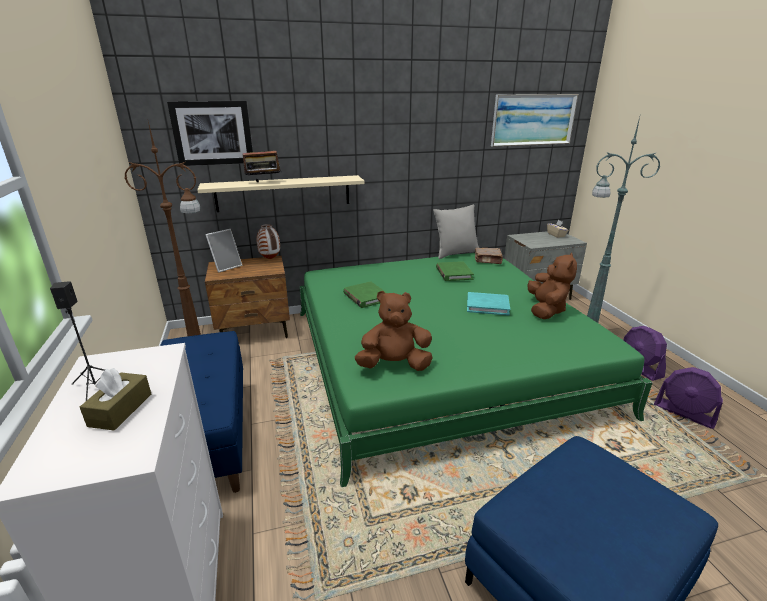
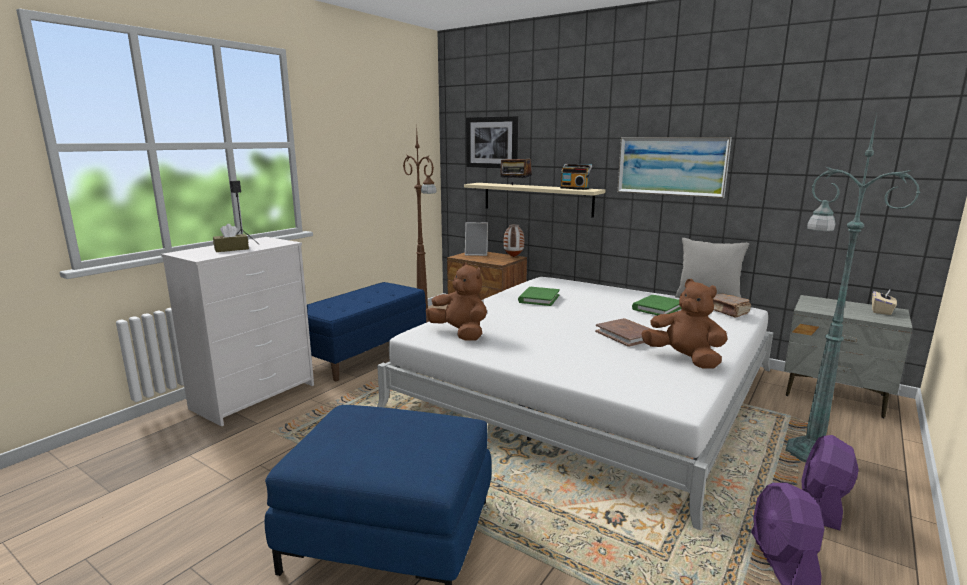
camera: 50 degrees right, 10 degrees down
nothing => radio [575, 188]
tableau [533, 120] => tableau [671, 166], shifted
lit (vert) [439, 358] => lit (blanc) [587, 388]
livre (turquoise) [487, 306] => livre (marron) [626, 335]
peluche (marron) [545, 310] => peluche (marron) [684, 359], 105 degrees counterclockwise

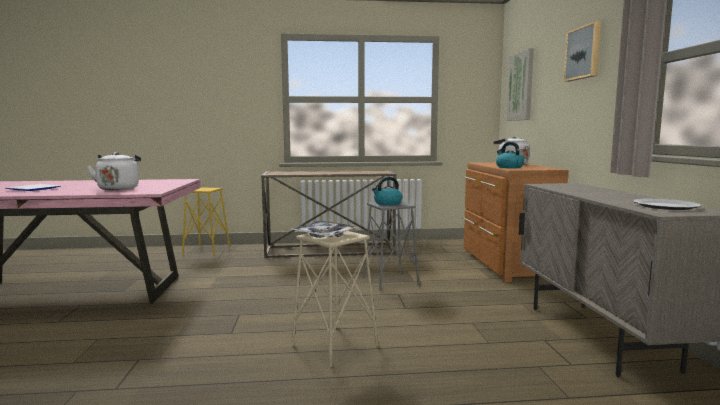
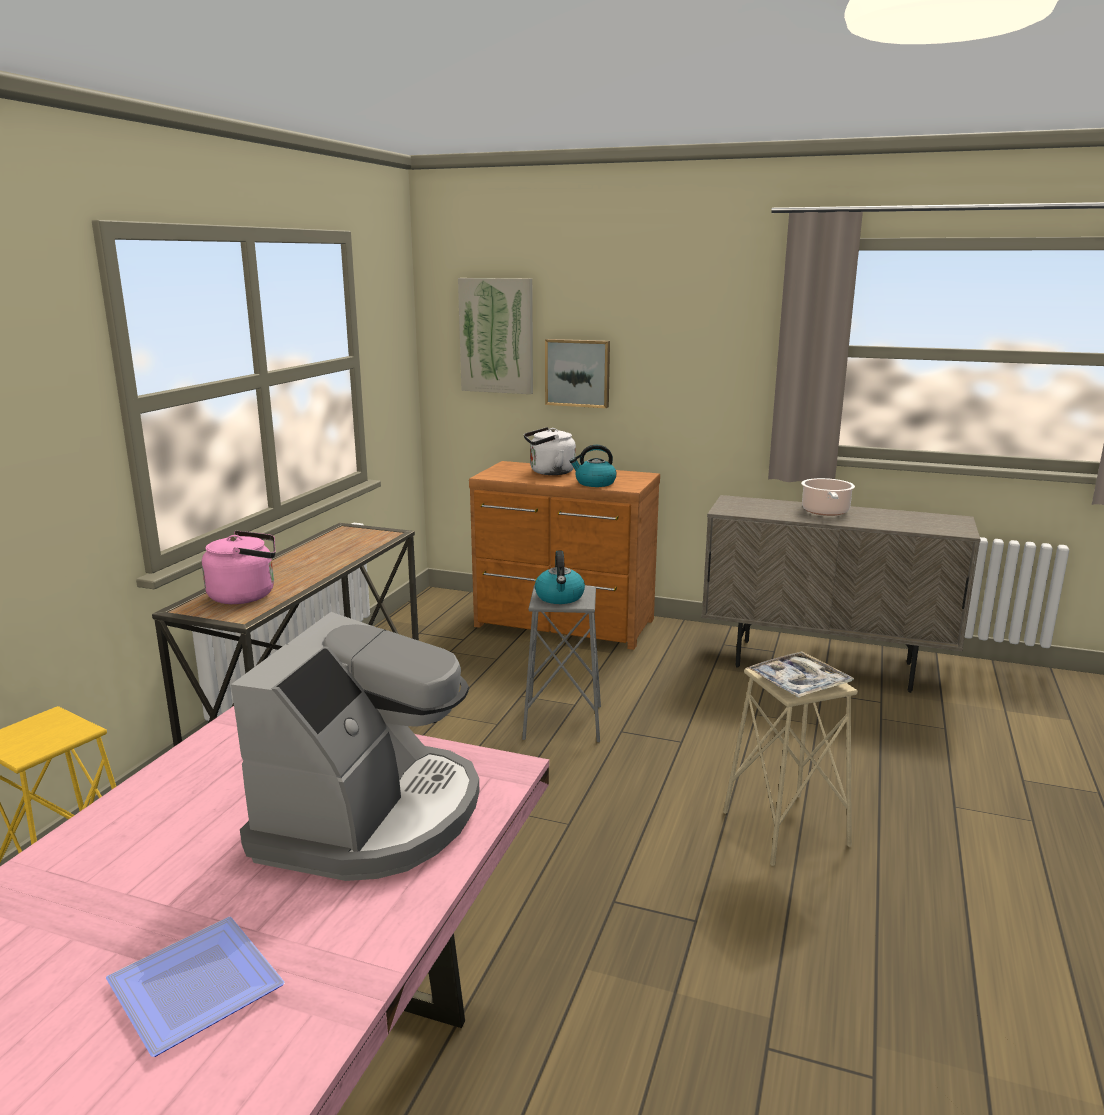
camera: 65 degrees left, 10 degrees up
assiette [666, 206] => nothing
nothing => bouilloire (rose) [246, 595]
nothing => marmite [825, 512]
tableau [584, 53] => tableau [578, 372], shifted
bouilloire (blanc) [119, 188] => machine à café [371, 816]

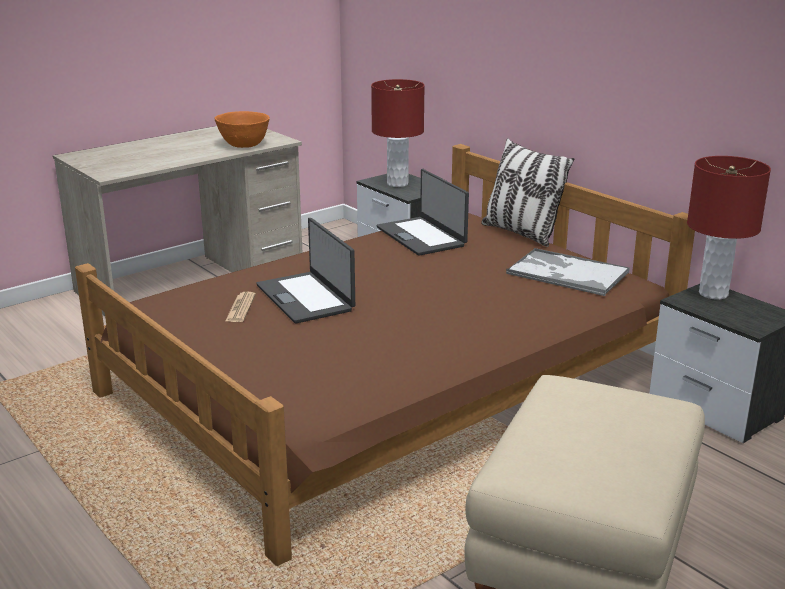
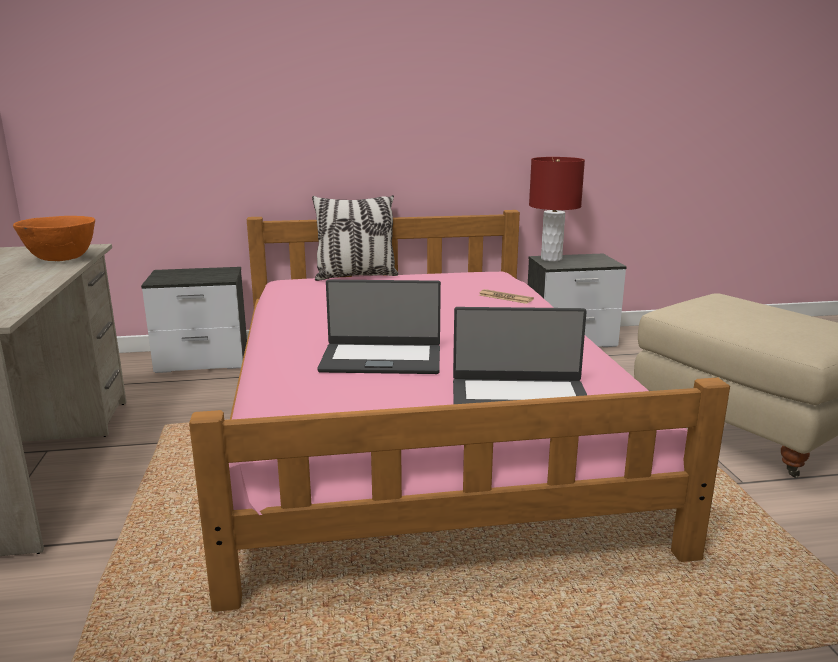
camera: 60 degrees left, 5 degrees down
lampe de table (rouge) [397, 183] => nothing
plateau [566, 273] => nothing
journal [240, 308] => journal [505, 297], shifted
ordinateur portable [422, 236] => ordinateur portable [519, 398], shifted
lit (marron) [390, 382] => lit (rose) [417, 424]

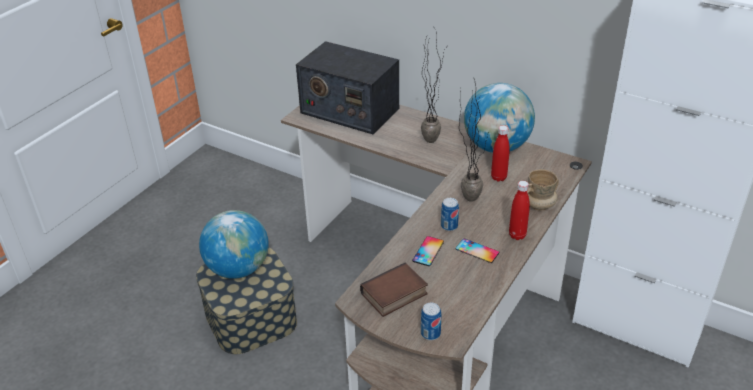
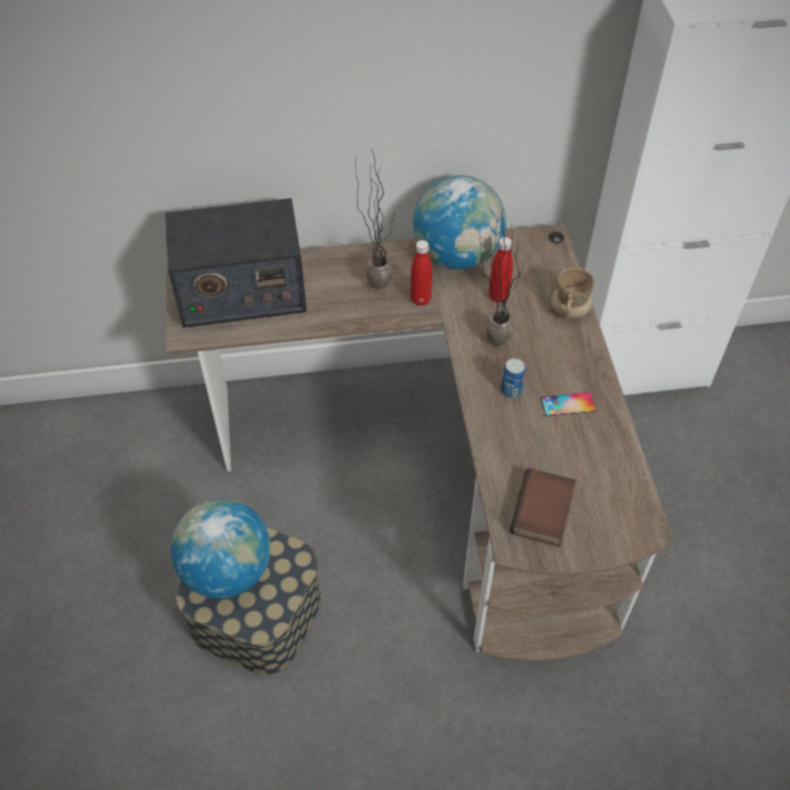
camera: 40 degrees left, 15 degrees up
téléphone [428, 251] => nothing
boîte métallique [430, 333] => nothing
bouteille (rouge) [517, 235] => bouteille (rouge) [420, 299], shifted

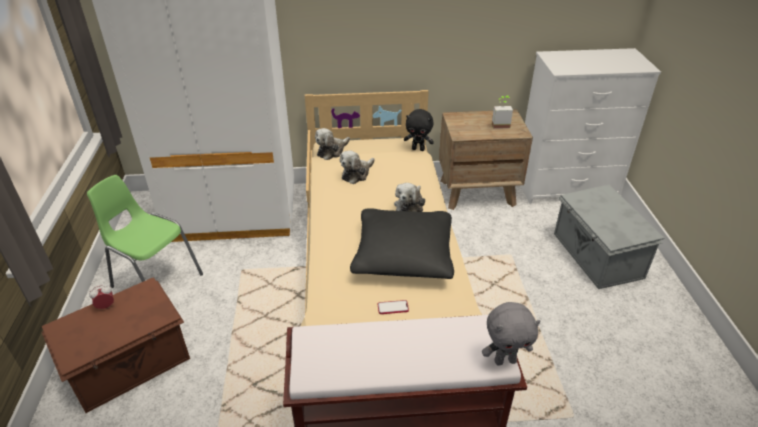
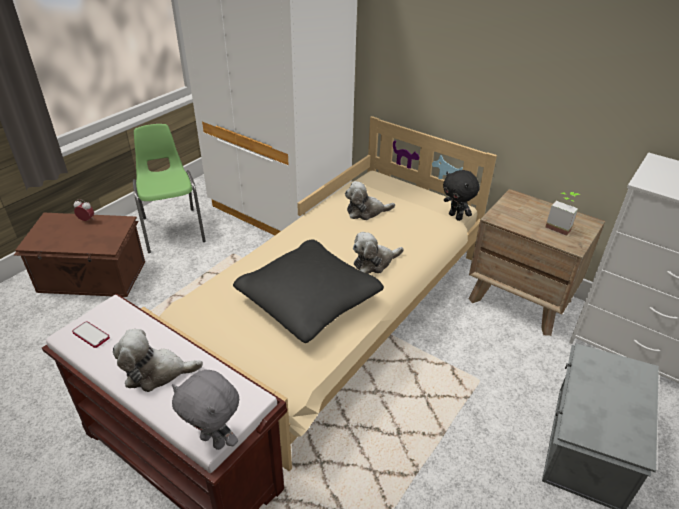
camera: 40 degrees right, 0 degrees up
peluche [332, 151] => peluche [156, 372], shifted
téléphone [393, 308] => téléphone [91, 335], shifted

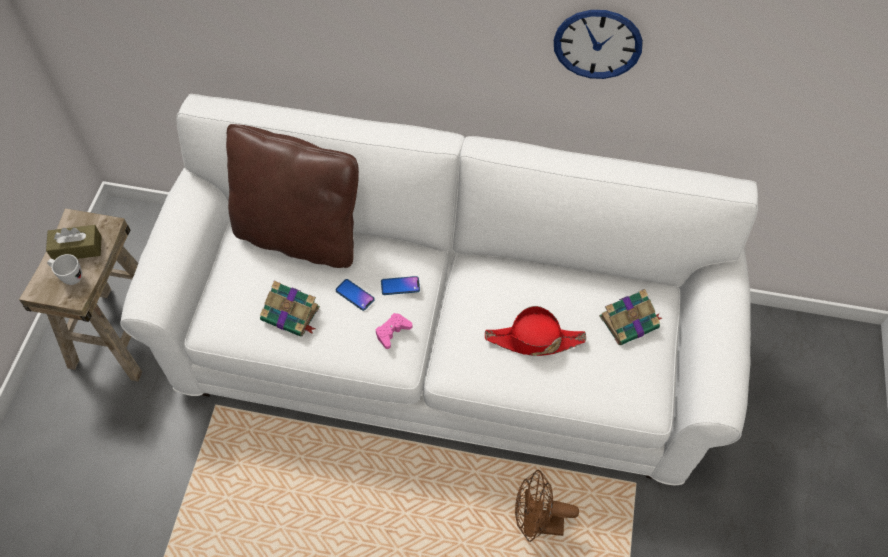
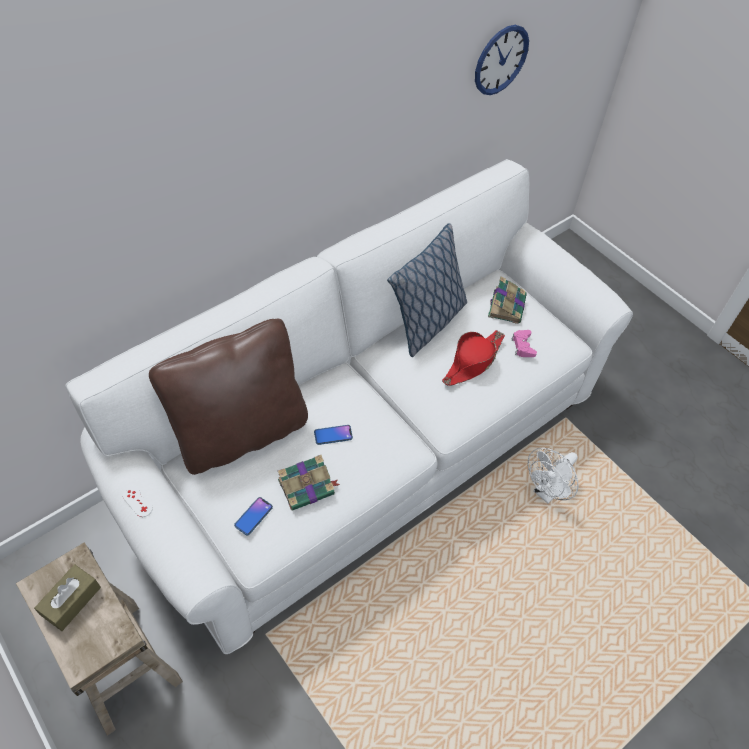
camera: 50 degrees left, 5 degrees down
mug (blanc) [69, 277] => nothing
nothing => manette (blanc) [137, 502]
nothing => coussin [427, 323]
manette (rose) [392, 332] => manette (rose) [523, 346], shifted
téléphone [400, 286] => téléphone [253, 516], shifted
horloge murale [597, 44] => horloge murale [501, 60], shifted
ventilateur (marron) [536, 523] => ventilateur (blanc) [547, 492]

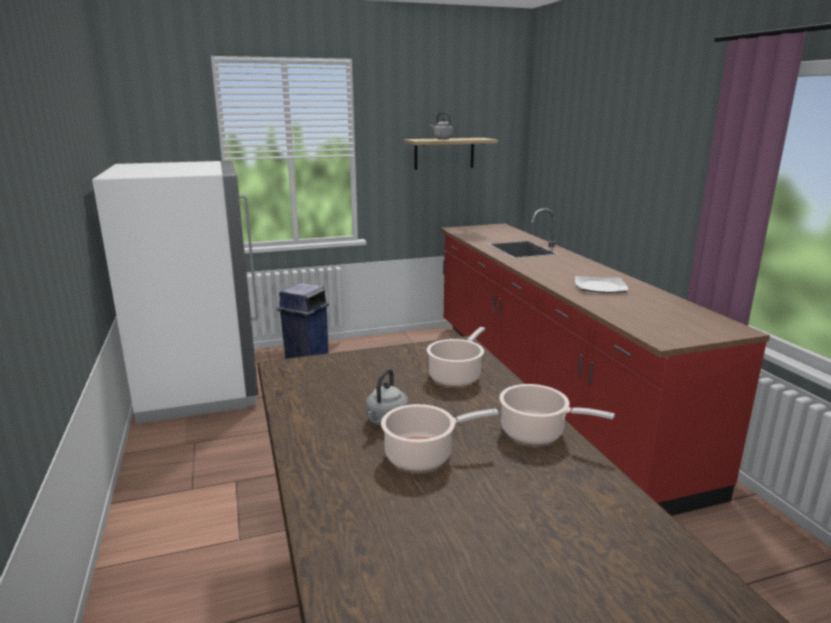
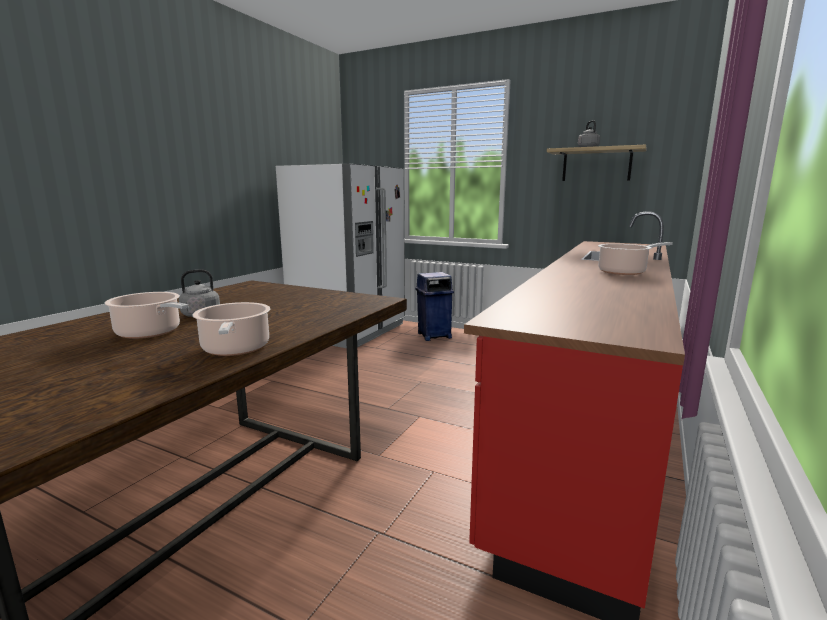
camera: 45 degrees right, 5 degrees down
assiette [599, 287] => nothing
marmite [456, 376] => marmite [624, 272], shifted

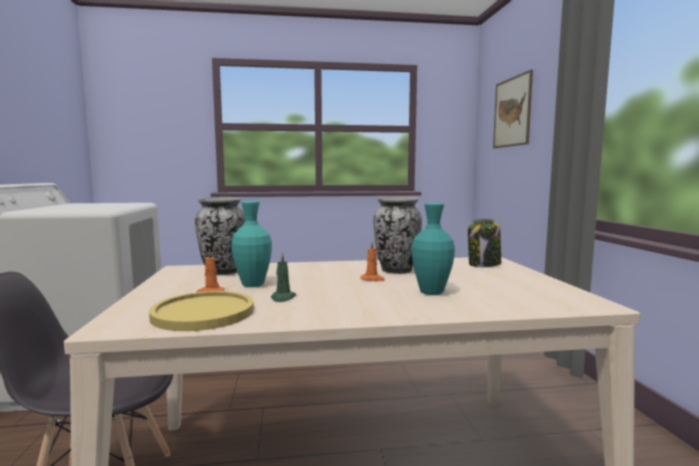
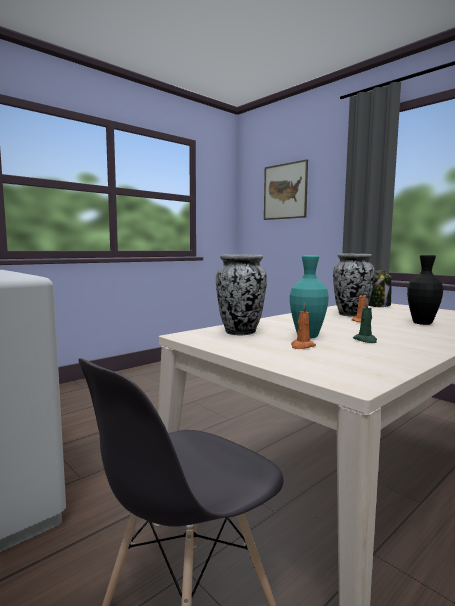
camera: 35 degrees left, 0 degrees up
assiette (jaune) [203, 313] => nothing
vase (turquoise) [431, 292] => vase (noir) [422, 323]

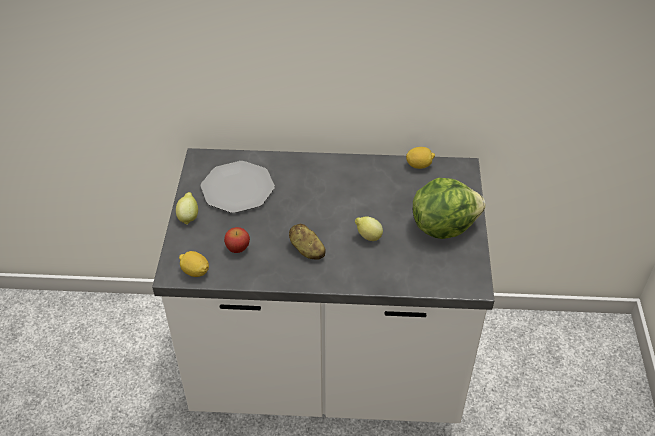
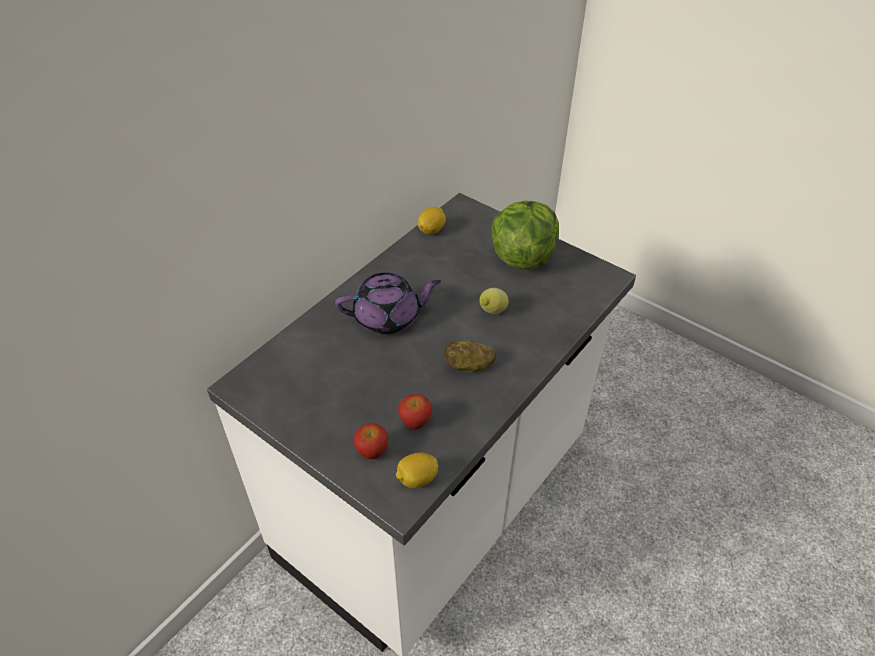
camera: 55 degrees left, 0 degrees up
citron [188, 217] => nothing
assiette [237, 188] => nothing
nothing => théière (violet) [388, 317]
nothing => pomme [372, 451]

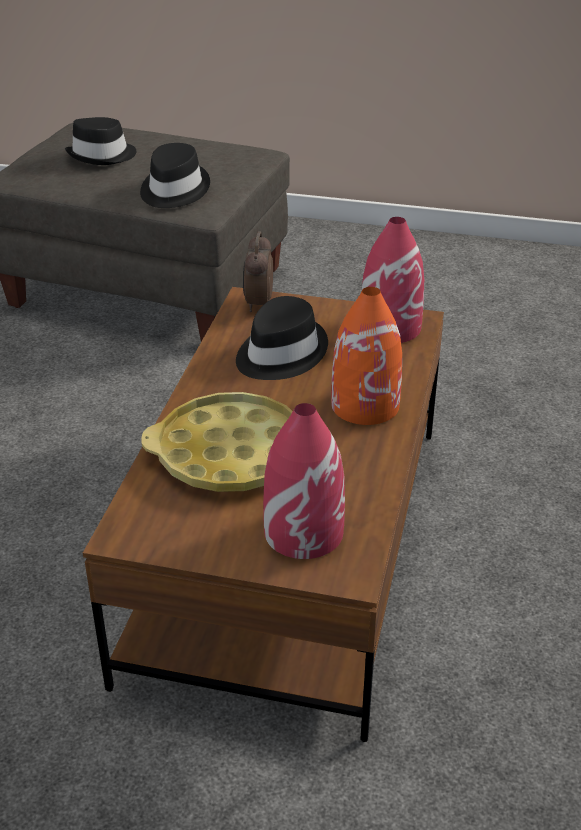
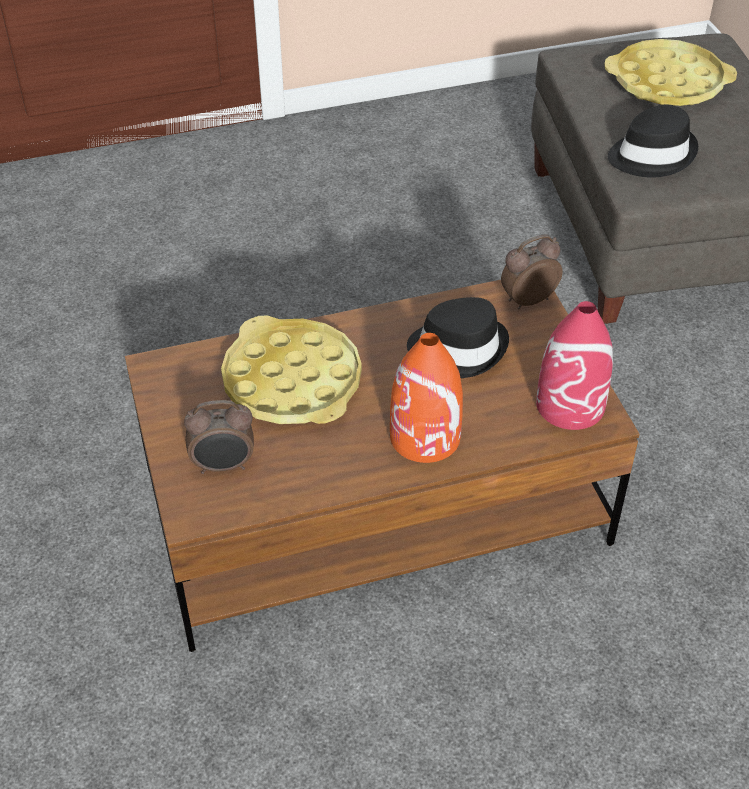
camera: 60 degrees right, 10 degrees up
chapeau (noir) [102, 155] => plateau (jaune) [667, 83]
vase (rouge) [303, 531] => réveil [223, 466]

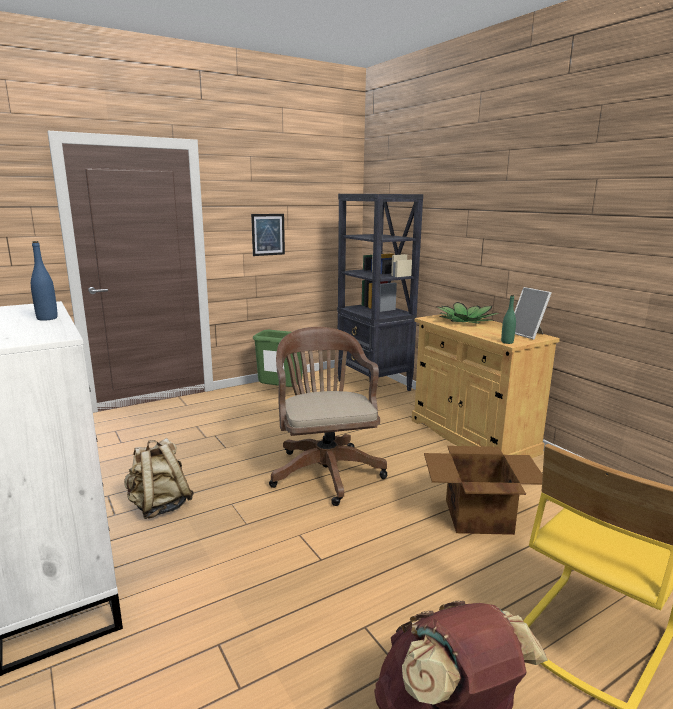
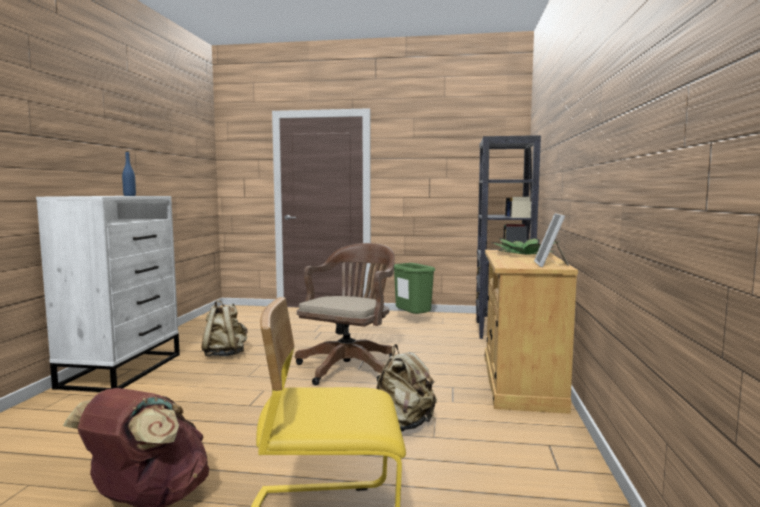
camera: 40 degrees right, 10 degrees down
tableau [268, 234] => nothing
bouteille (vert) [507, 342] => nothing
carton [477, 516] => sac à dos (beige) [402, 426]

